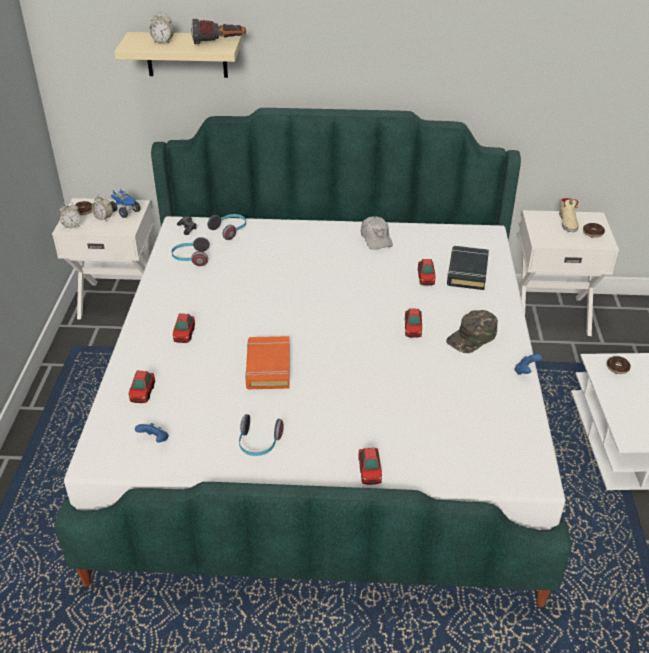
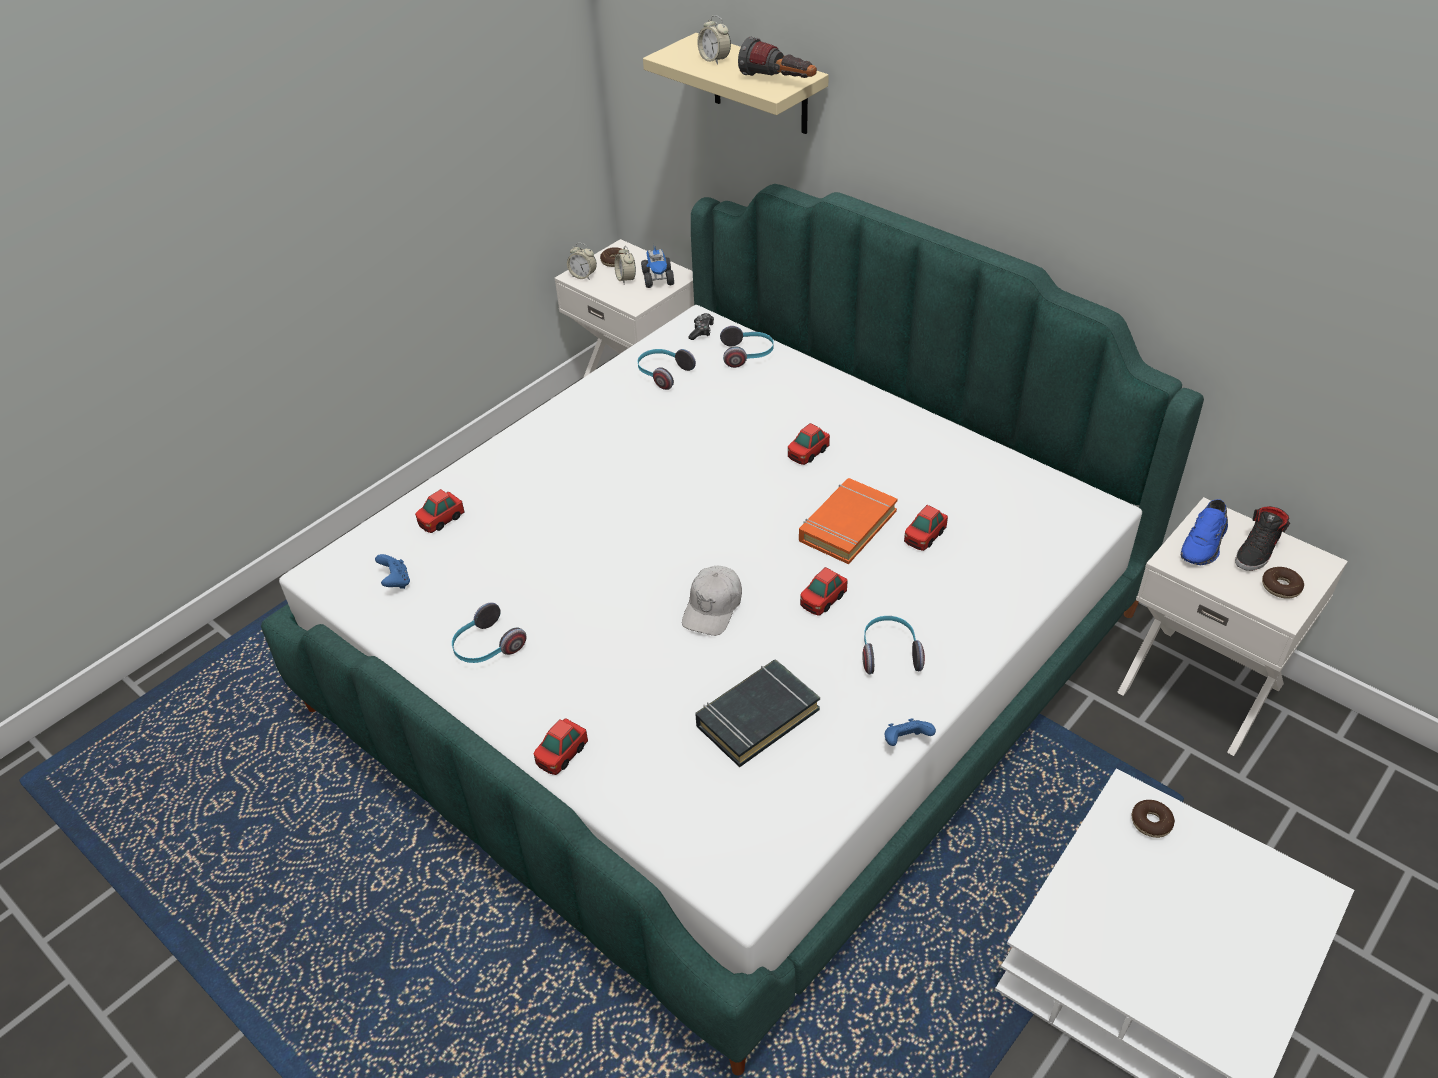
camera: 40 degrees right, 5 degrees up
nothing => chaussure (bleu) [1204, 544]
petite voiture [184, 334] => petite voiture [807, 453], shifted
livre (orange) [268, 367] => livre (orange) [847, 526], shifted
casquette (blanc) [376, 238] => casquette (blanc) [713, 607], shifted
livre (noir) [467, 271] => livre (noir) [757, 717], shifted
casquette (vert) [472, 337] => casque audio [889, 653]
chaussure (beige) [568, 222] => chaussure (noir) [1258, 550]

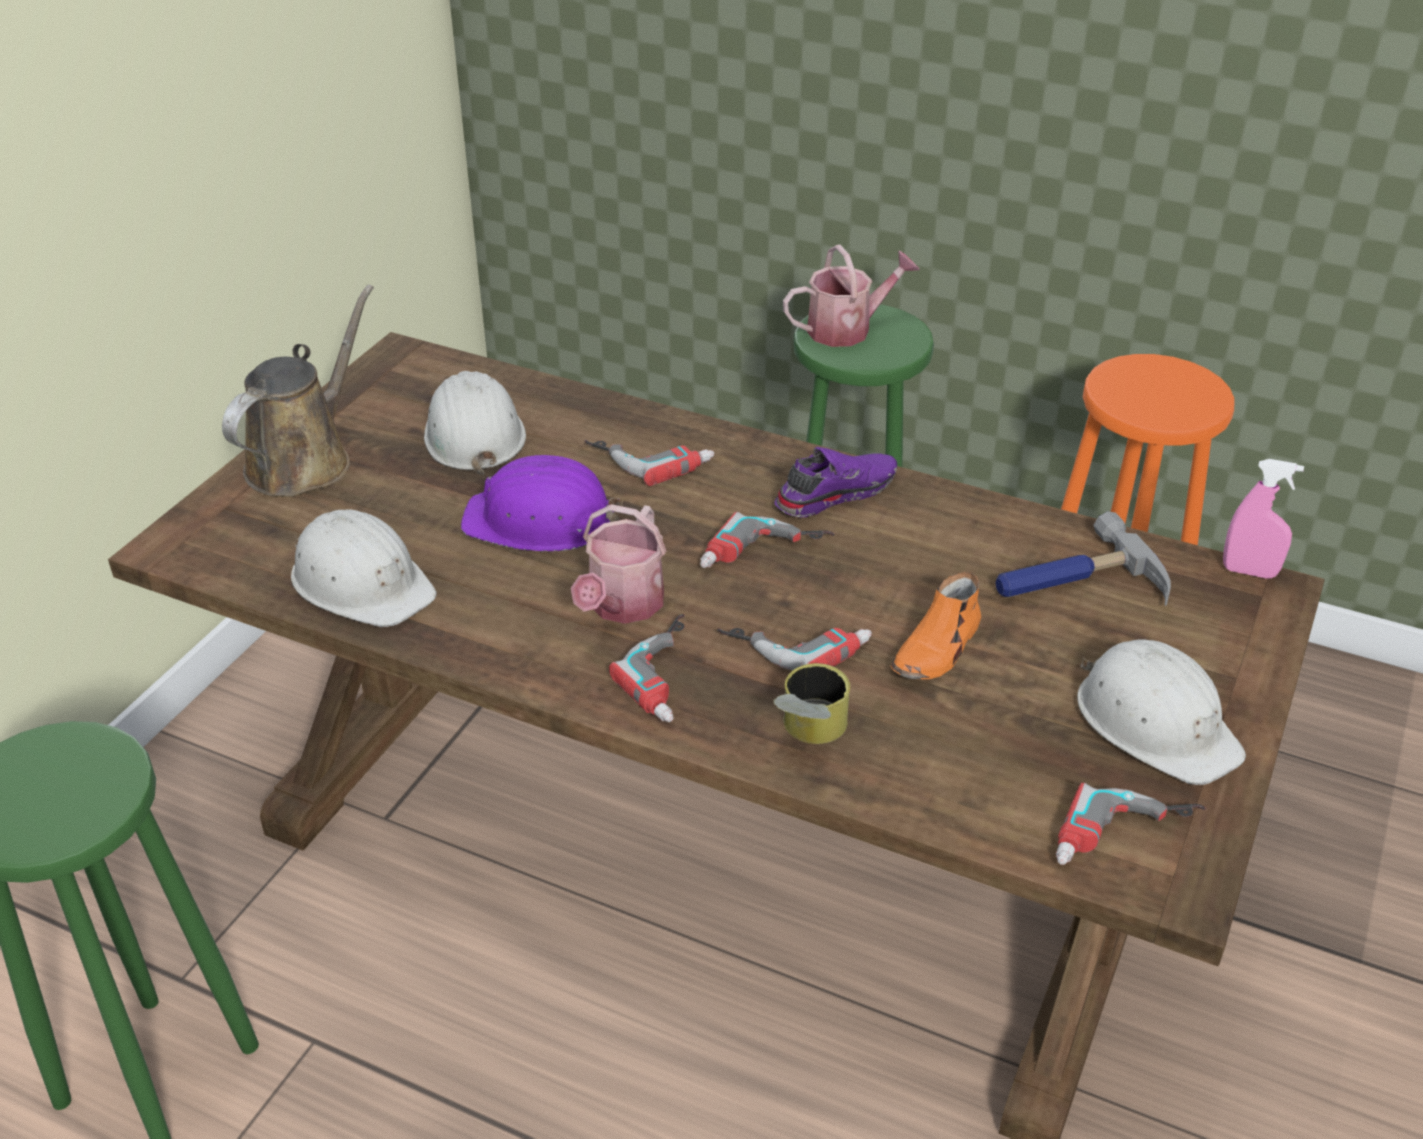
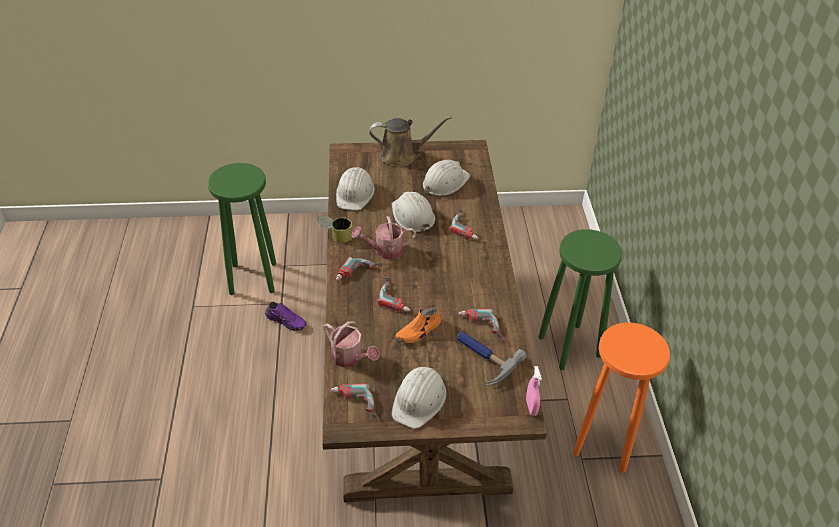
camera: 60 degrees right, 5 degrees up
perceuse [765, 556] => perceuse [481, 328], shifted
boîte métallique [808, 734] => boîte métallique [336, 236], shifted
chaussure (violet) [834, 493] => chaussure (violet) [286, 320], shifted
arrosoir [847, 329] => arrosoir [350, 358], shifted
casque de chantier (violet) [540, 521] => casque de chantier (blanc) [412, 216]
chaussure (orange) [938, 649] => chaussure (orange) [418, 331], 45 degrees counterclockwise

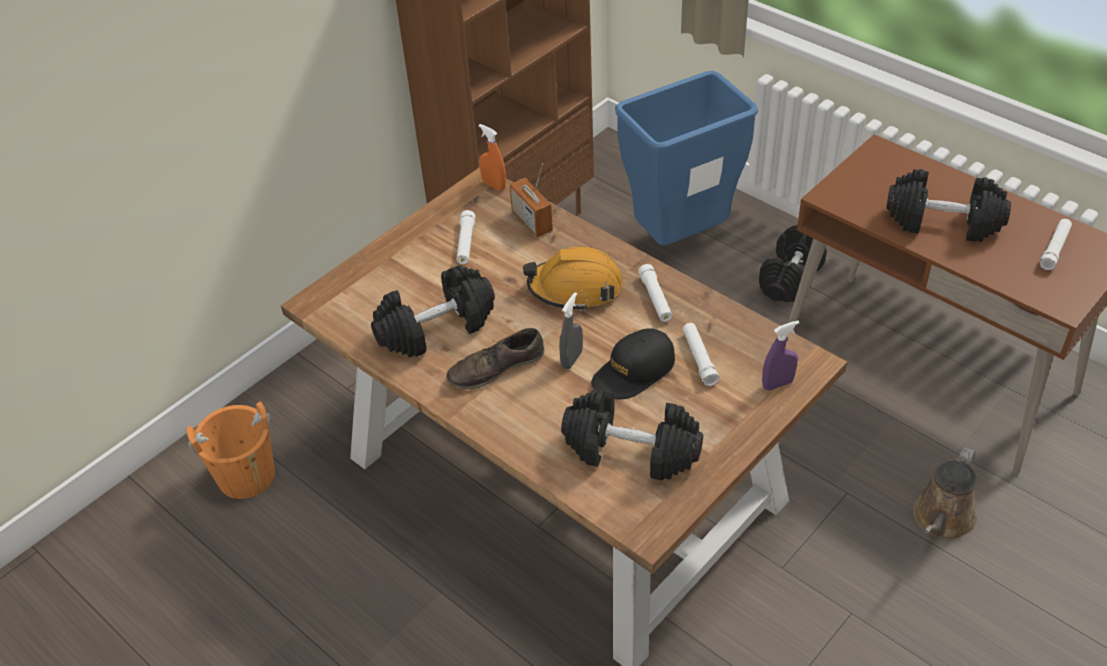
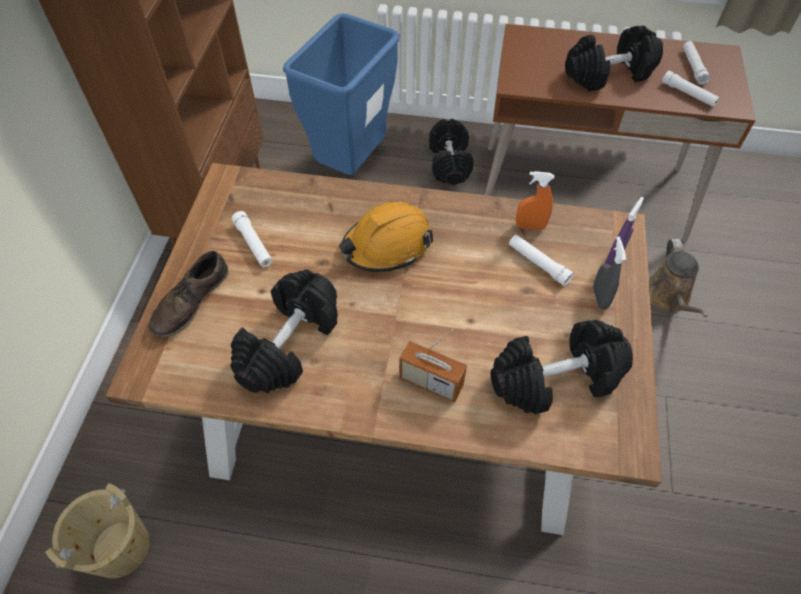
camera: 35 degrees left, 10 degrees up
casquette (noir) [634, 372] => nothing
chaussure (marron) [496, 368] => chaussure (marron) [191, 301], shifted
vaporisateur (orange) [494, 185] => vaporisateur (orange) [530, 226], shifted
radio [532, 221] => radio [431, 382], shifted
vaporisateur (gris) [571, 359] => vaporisateur (gris) [599, 298], shifted
lampe de poche (blanc) [655, 298] => lampe de poche (blanc) [688, 94], shifted
seau (orange) [246, 476] => seau (beige) [120, 547]

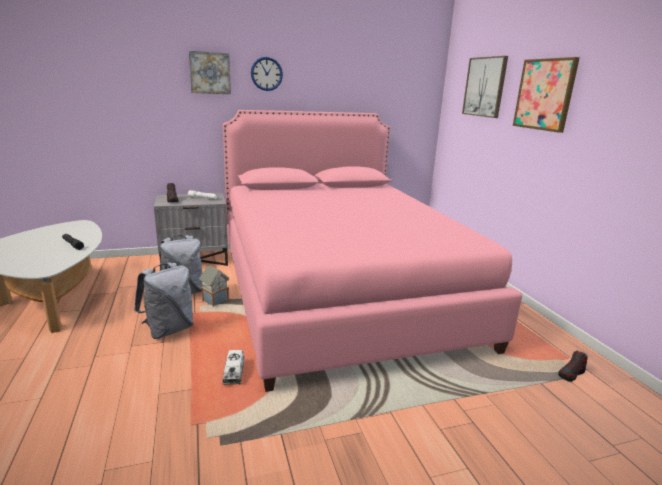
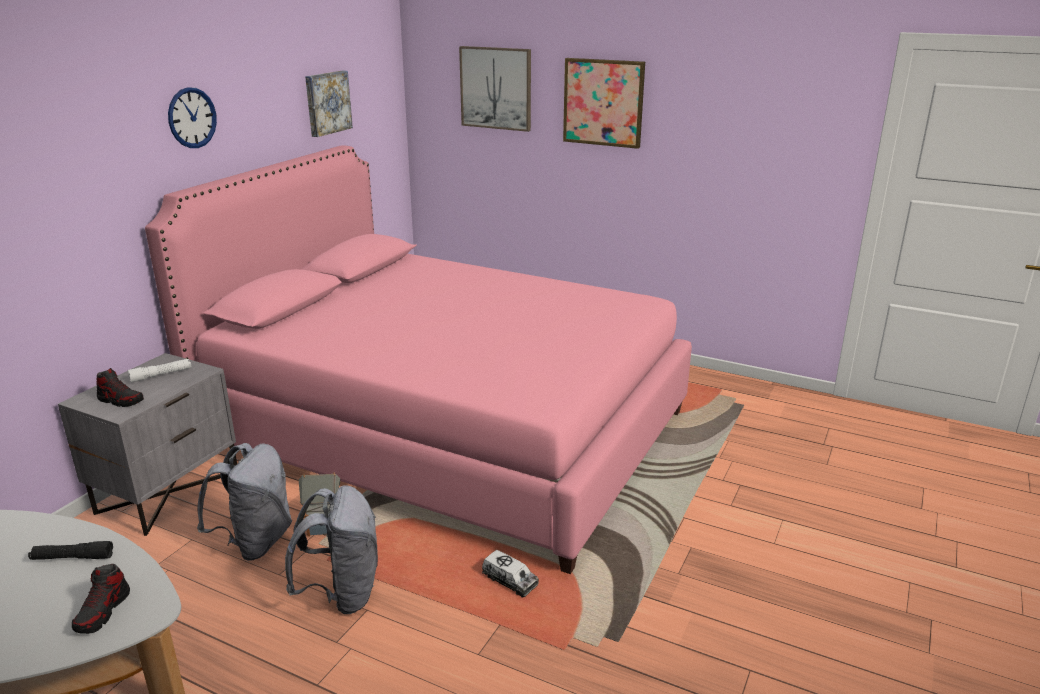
camera: 45 degrees left, 5 degrees up
tableau [210, 73] => tableau [327, 103], shifted
chaussure [571, 374] => chaussure [103, 612], shifted

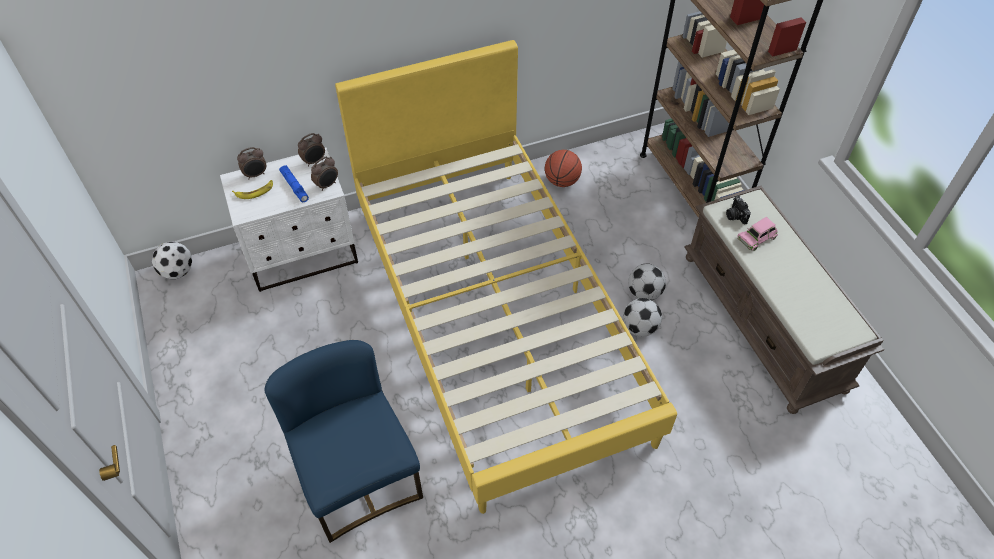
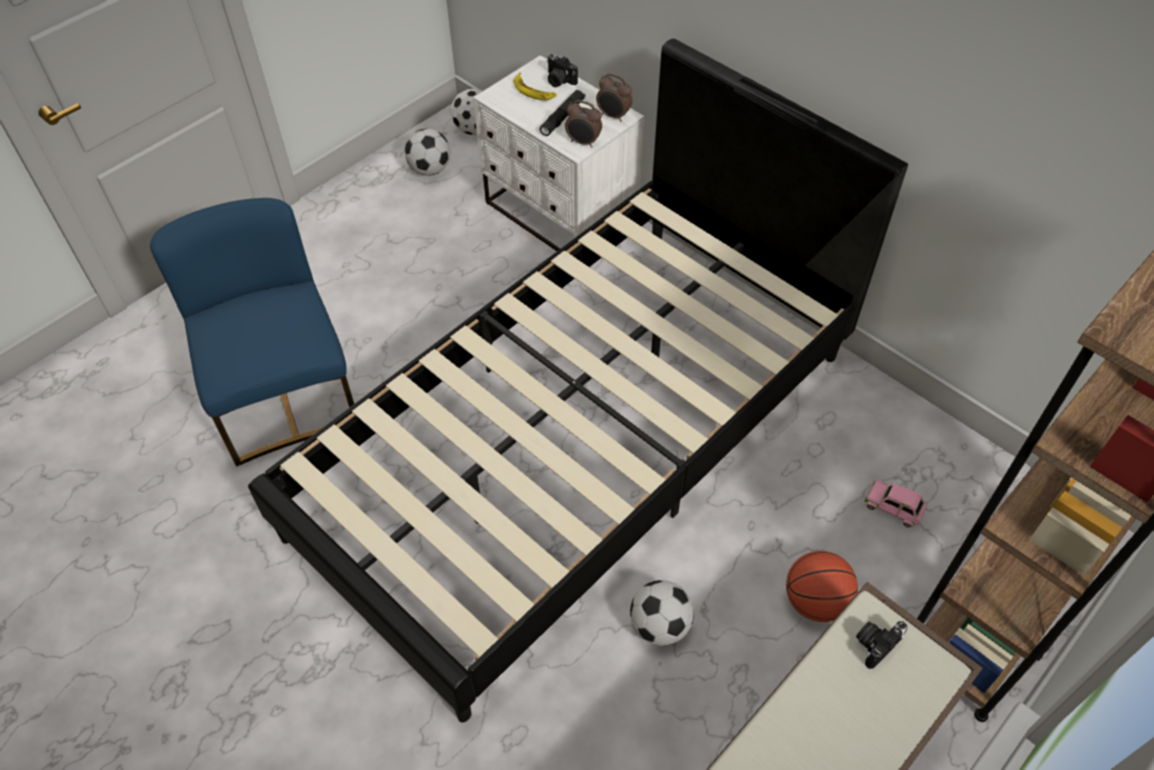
camera: 65 degrees right, 0 degrees up
ballon de basket [562, 181] => ballon de basket [815, 601], shifted
ballon de foot [644, 293] => ballon de foot [430, 169], shifted
petite voiture (rose) [757, 237] => petite voiture (rose) [894, 506], shifted
réveil [256, 175] => appareil photo [559, 81]
lampe de poche (bleu) [294, 186] => lampe de poche (noir) [562, 117]
lit (jaune) [497, 317] => lit (noir) [578, 441]
chaise (bleu) [359, 477] => chaise (bleu) [285, 398], 60 degrees counterclockwise

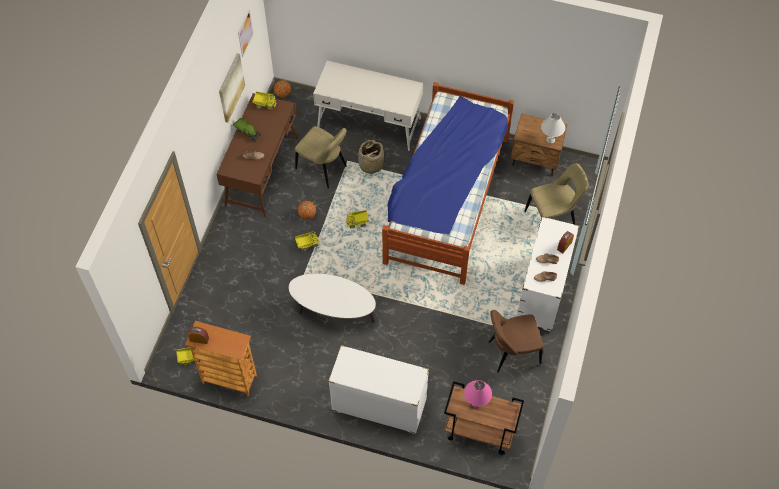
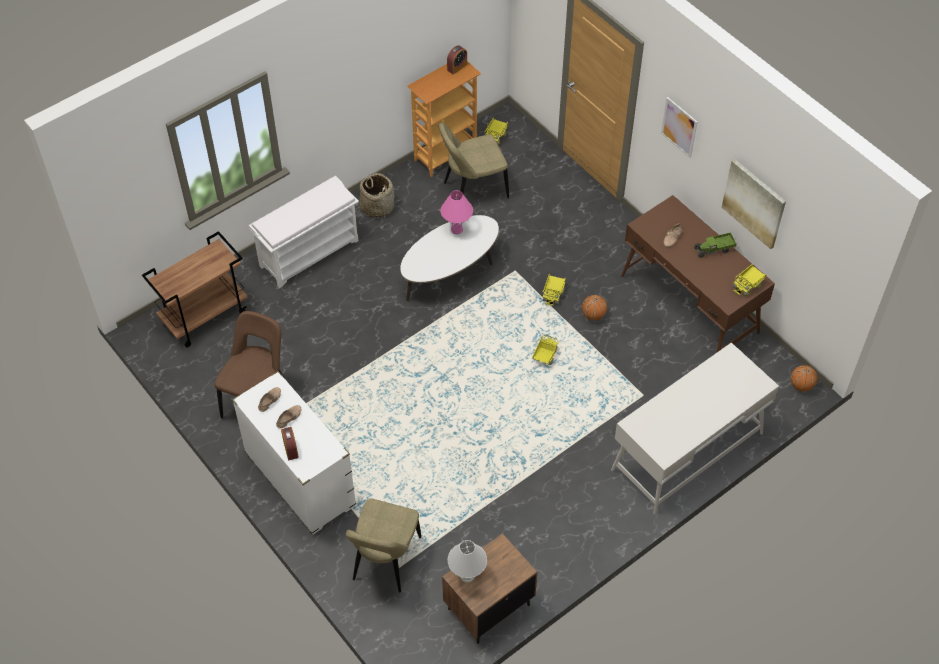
camera: 125 degrees right, 5 degrees down
lit [446, 199] => nothing
tableau [245, 33] => tableau [679, 127], shifted
chaise (beige) [323, 169] => chaise (beige) [472, 191], shifted
panier [370, 165] => panier [377, 206], shifted
lampe de table (rose) [476, 403] => lampe de table (rose) [456, 229], shifted
commode (blanc) [379, 406] => banc (blanc) [309, 252]

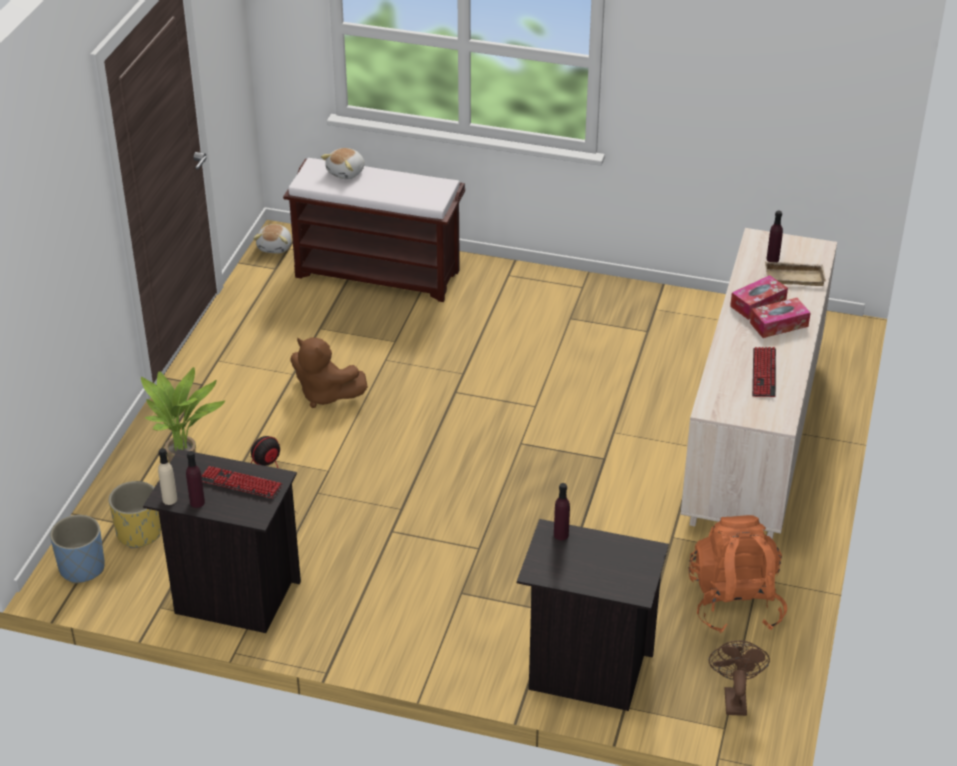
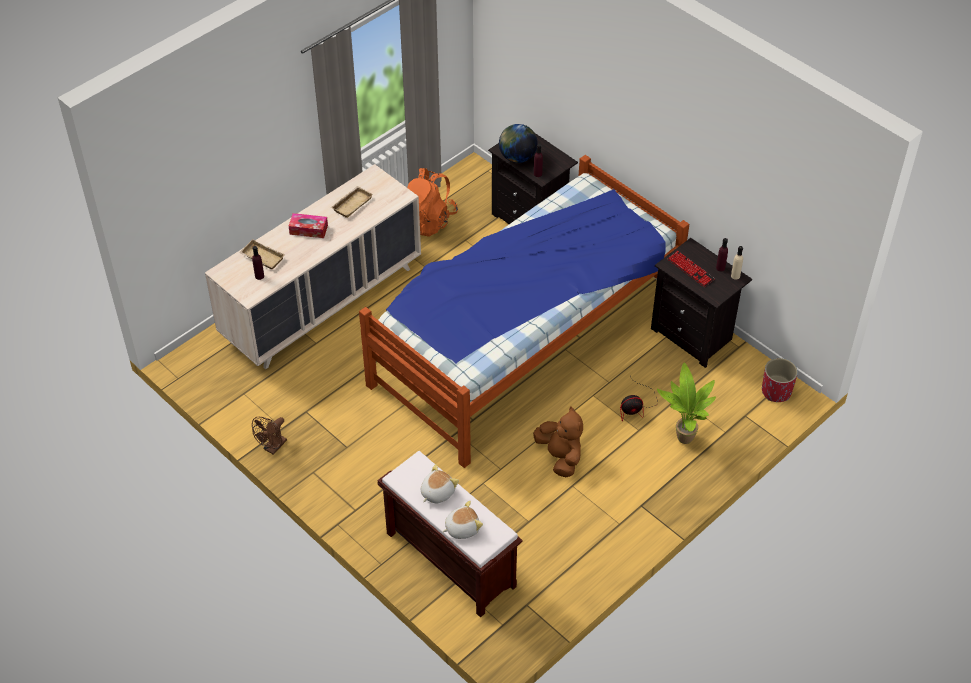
camera: 150 degrees left, 10 degrees up
cache-pot (jaune) [138, 533] => nothing
boîte à mouchoirs [758, 304] => nothing
nothing => lit [524, 340]
nothing => globe [517, 157]
peluche [275, 247] => peluche [437, 492], shifted
ventilateur (marron) [734, 697] => ventilateur (marron) [273, 447], shifted
clavier [764, 373] => plateau (beige) [351, 203]
cache-pot (bleu) [82, 568] => cache-pot (rouge) [776, 391]

